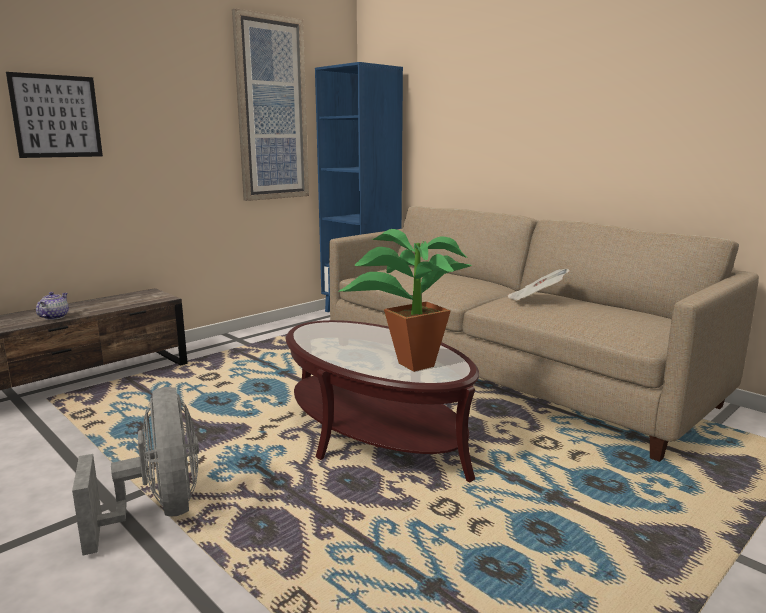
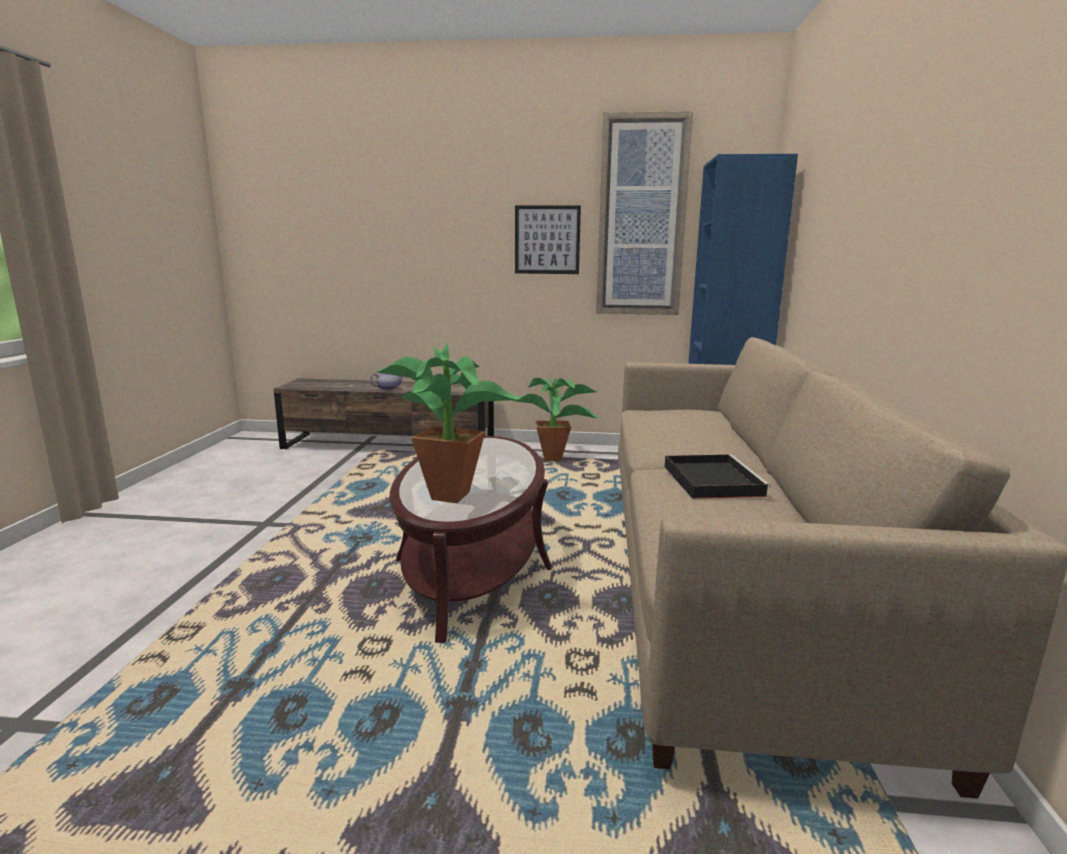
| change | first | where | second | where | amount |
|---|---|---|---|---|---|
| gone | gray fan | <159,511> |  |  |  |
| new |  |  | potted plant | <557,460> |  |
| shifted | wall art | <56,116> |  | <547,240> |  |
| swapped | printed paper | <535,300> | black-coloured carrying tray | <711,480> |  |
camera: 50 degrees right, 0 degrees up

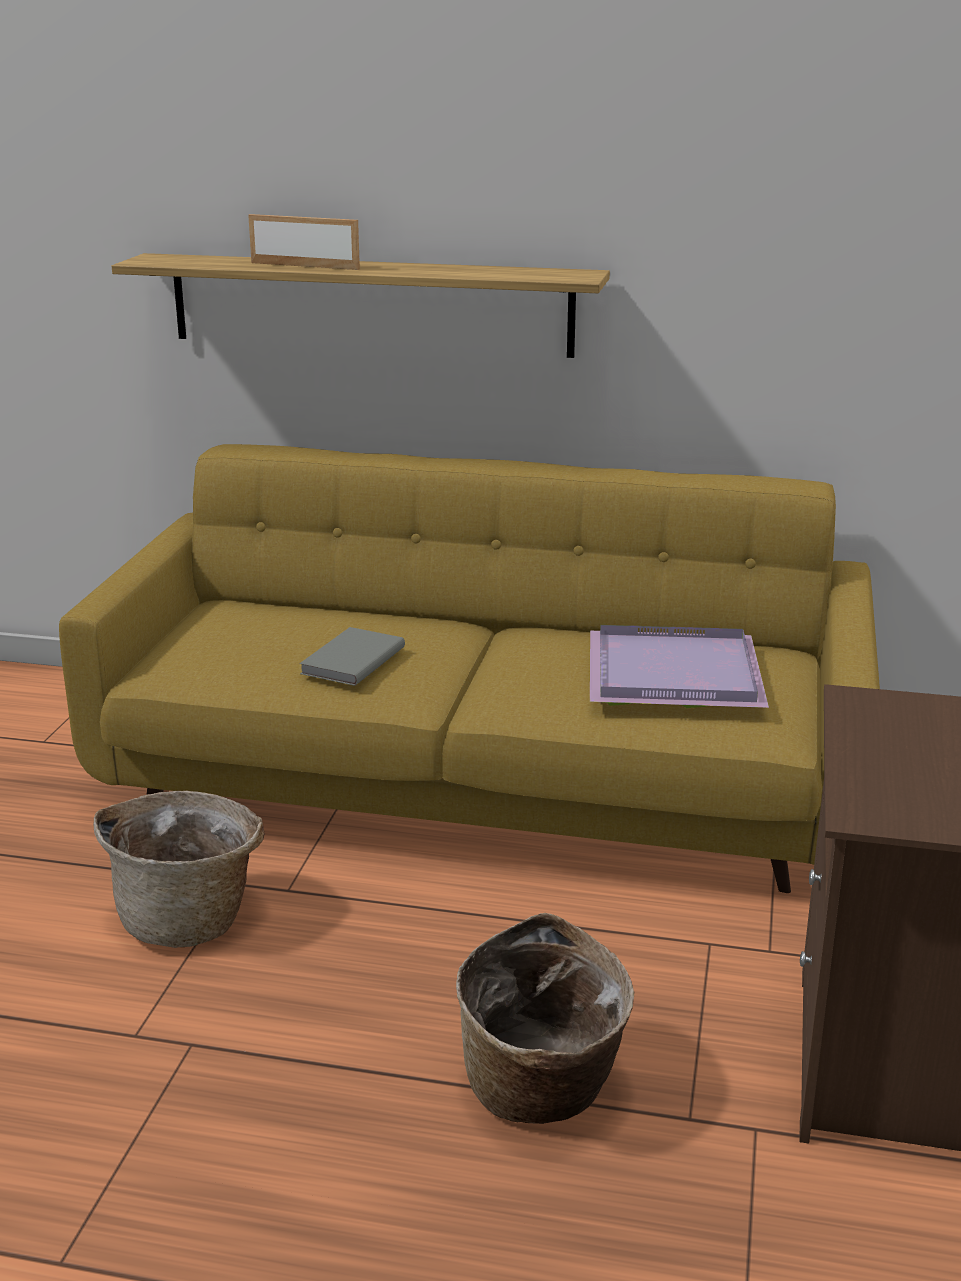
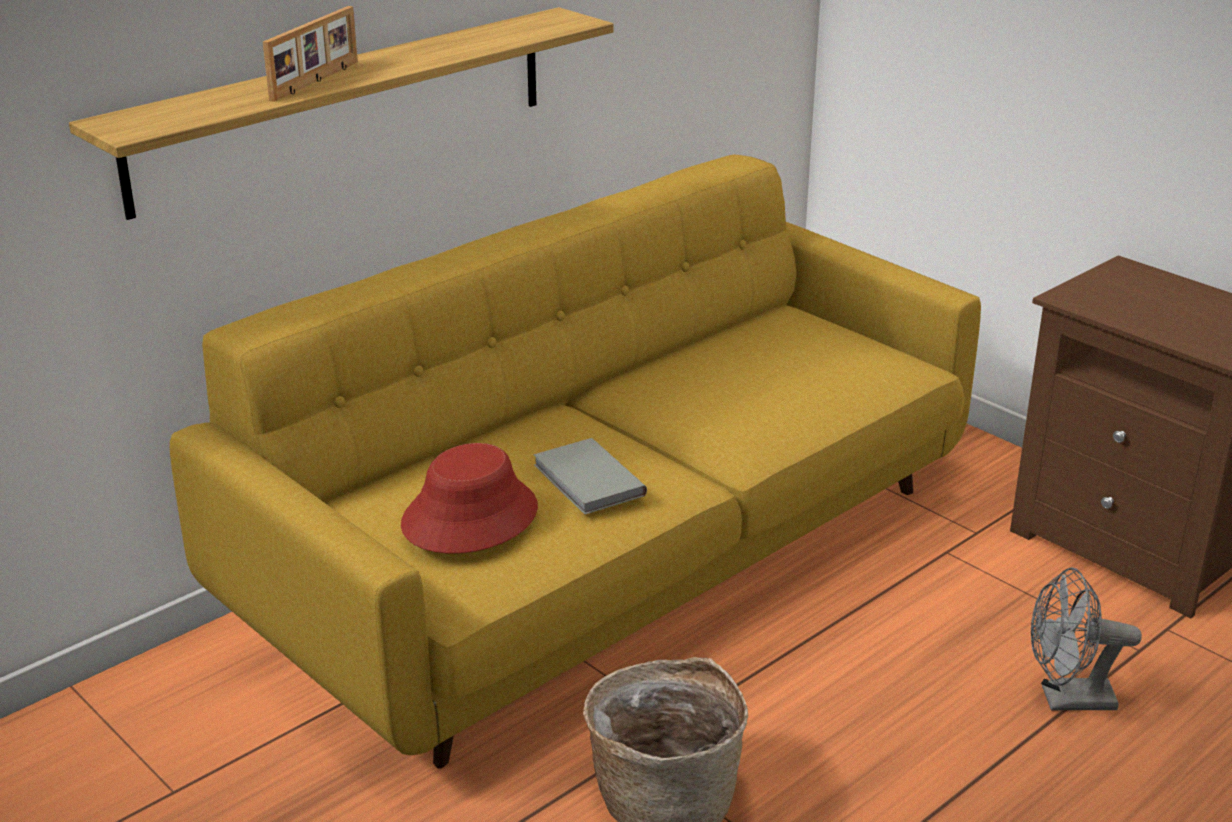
| change | first | where | second | where | amount |
|---|---|---|---|---|---|
| gone | purplish carrying tray | <670,675> |  |  |  |
| new |  |  | red-coloured clothing hat | <469,517> |  |
| swapped | storage basket | <542,1091> | gray fan | <1066,700> |  |
| rotated | photo frame | <305,265> |  | <316,81> | 150 degrees clockwise |
camera: 55 degrees left, 5 degrees up

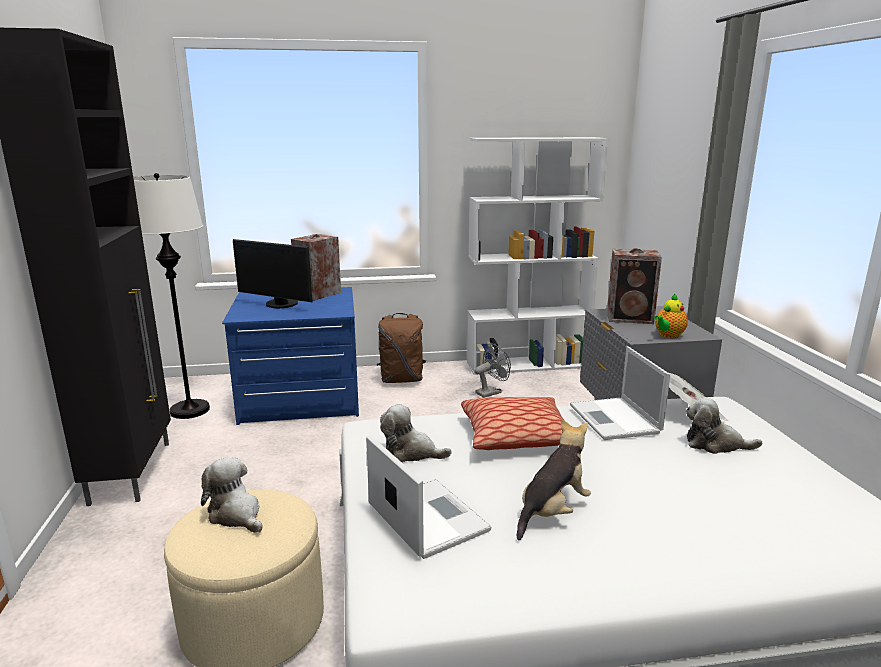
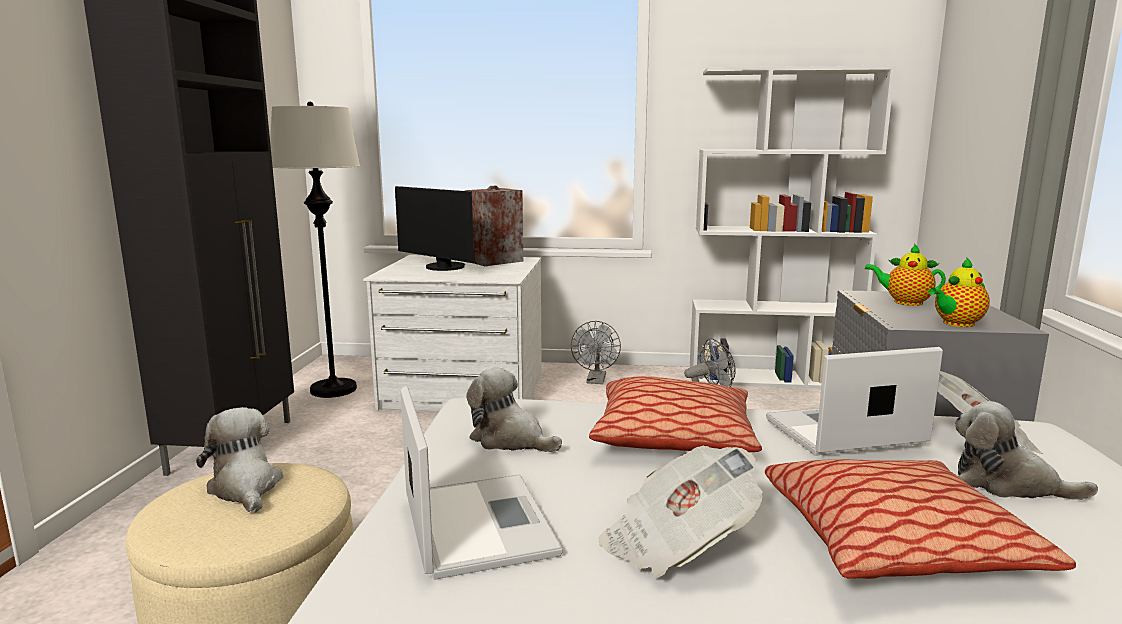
| change | first | where | second | where | amount |
|---|---|---|---|---|---|
| new |  |  | throw pillow | <895,542> |  |
| swapped | brownish rucksack | <401,380> | gray fan | <596,381> |  |
| swapped | cuddly toy | <552,511> | printed paper | <676,543> |  |
| swapped | speaker | <631,318> | pot for tea | <904,302> |  |
| repainted | blue-coloured drawer chest | <301,399> | whitish drawer chest | <463,390> |  |
| rotated | laptop | <615,419> |  | <842,432> | 75 degrees clockwise |
camera: 15 degrees right, 5 degrees down

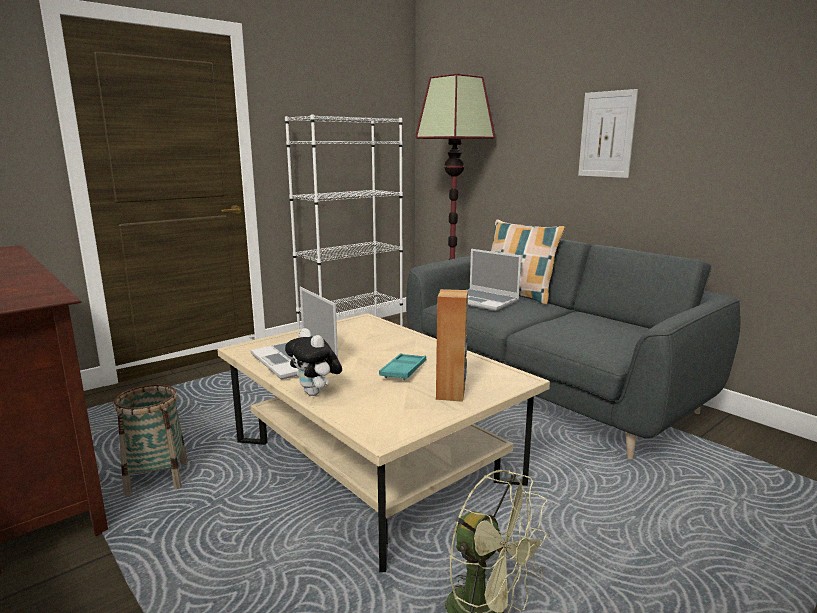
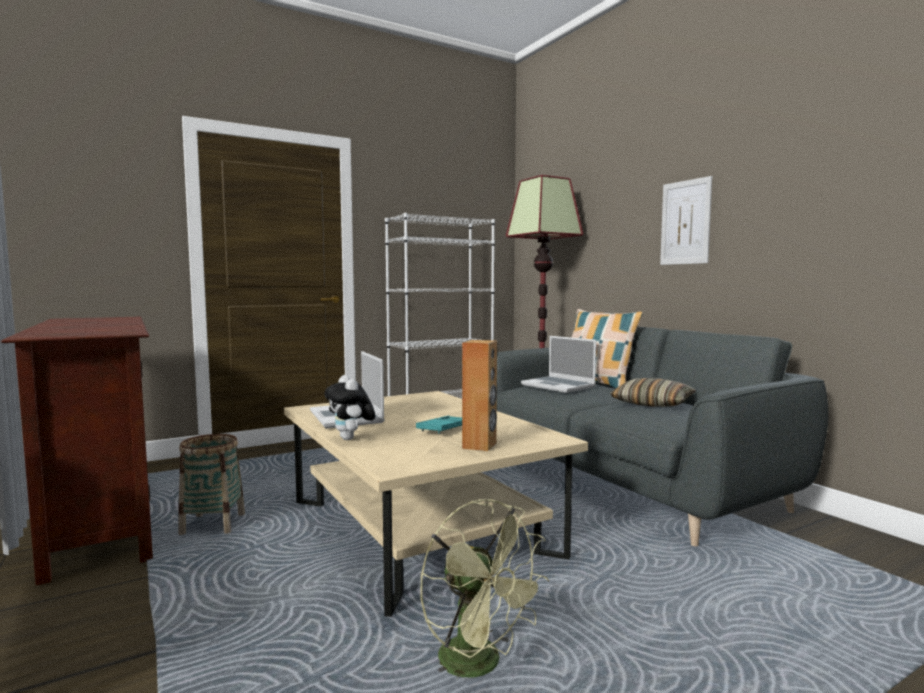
| change | first | where | second | where | amount |
|---|---|---|---|---|---|
| new |  |  | throw pillow | <652,404> |  |
camera: 10 degrees right, 10 degrees down

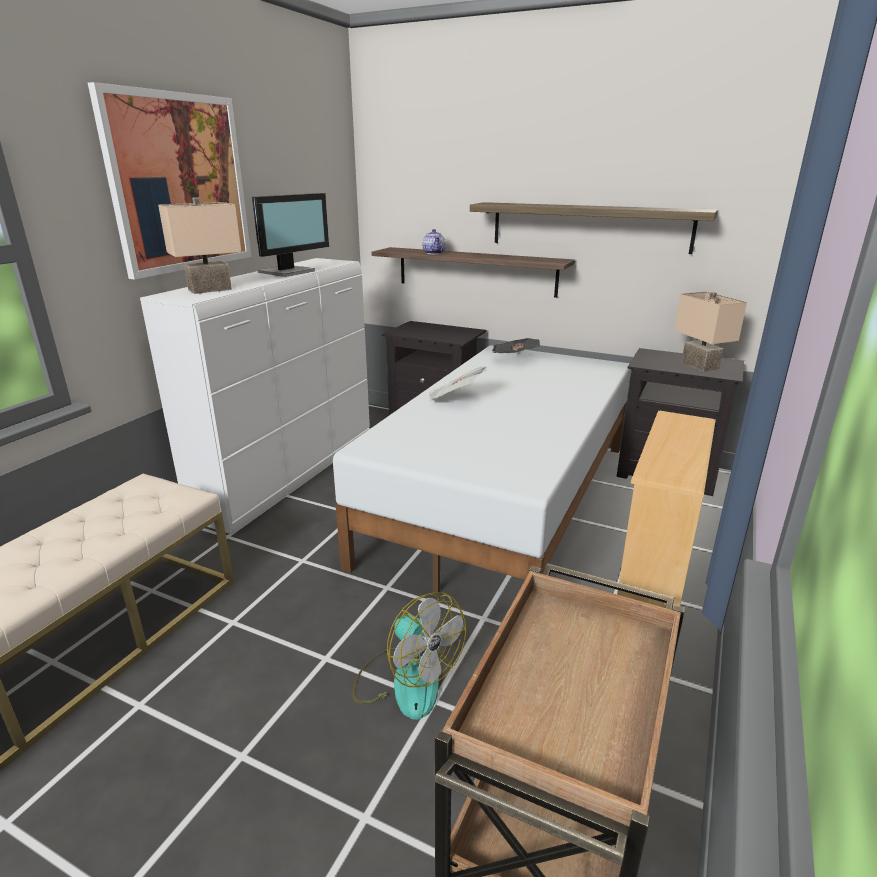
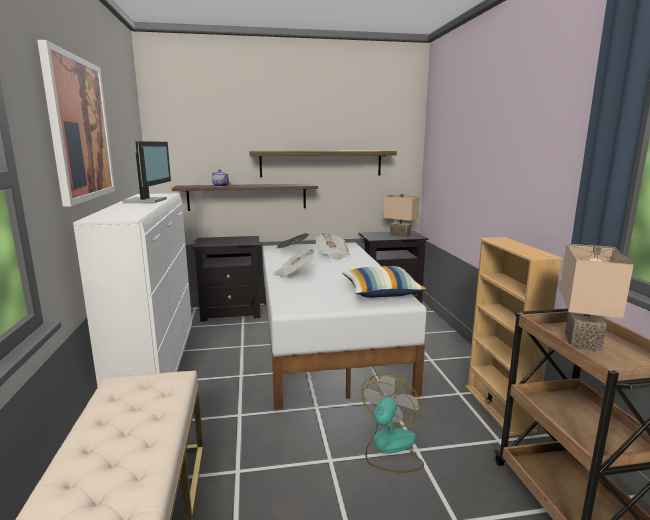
| change | first | where | second | where | amount |
|---|---|---|---|---|---|
| new |  |  | printed paper | <332,255> |  |
| new |  |  | throw pillow | <381,292> |  |
| shifted | sand-coloured lamp for a table | <210,289> |  | <579,341> |  |
| rotated | fan | <406,680> |  | <390,448> | 75 degrees counterclockwise |
camera: 35 degrees left, 10 degrees down

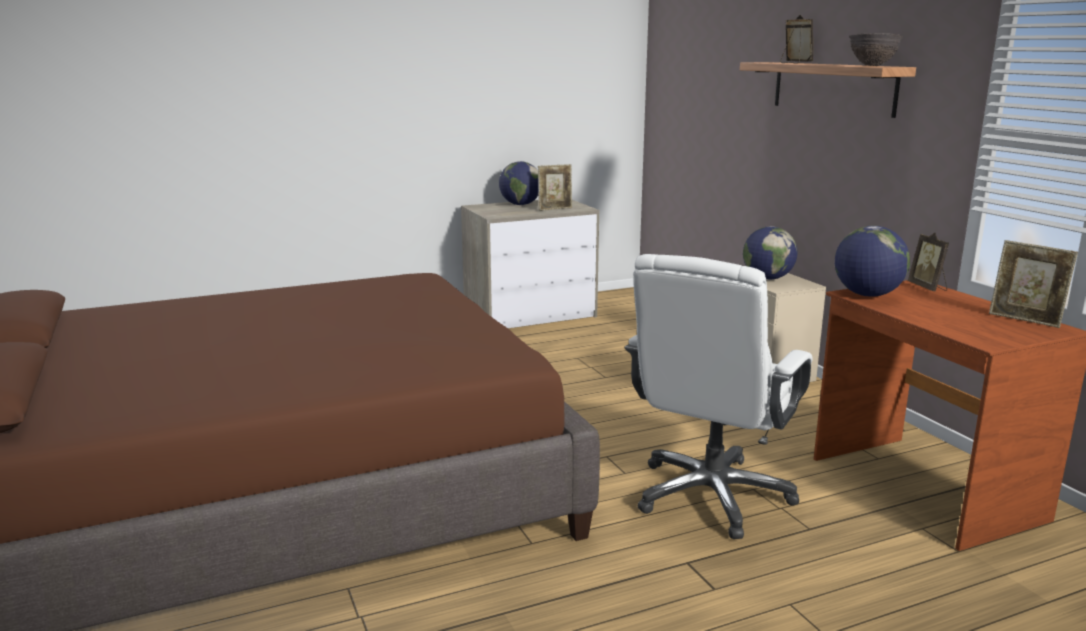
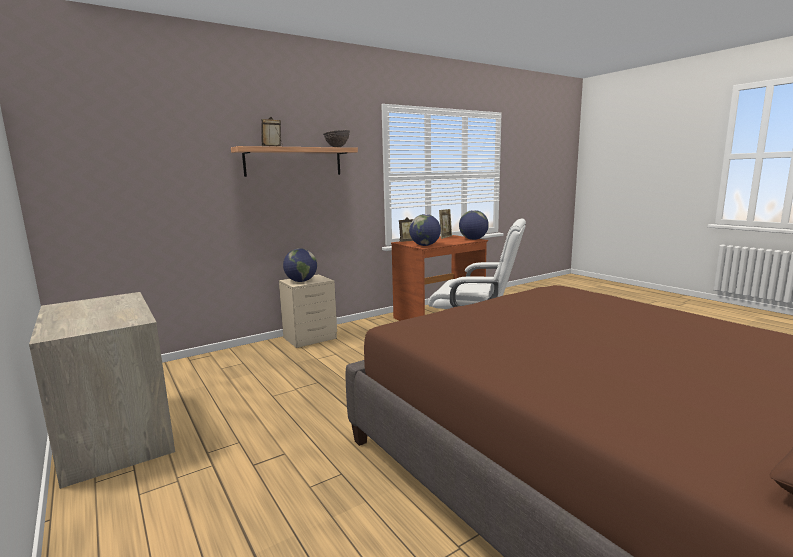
| change | first | where | second | where | amount |
|---|---|---|---|---|---|
| gone | photo frame | <555,209> |  |  |  |
| shifted | globe | <520,204> |  | <473,239> |  |
camera: 100 degrees left, 5 degrees down

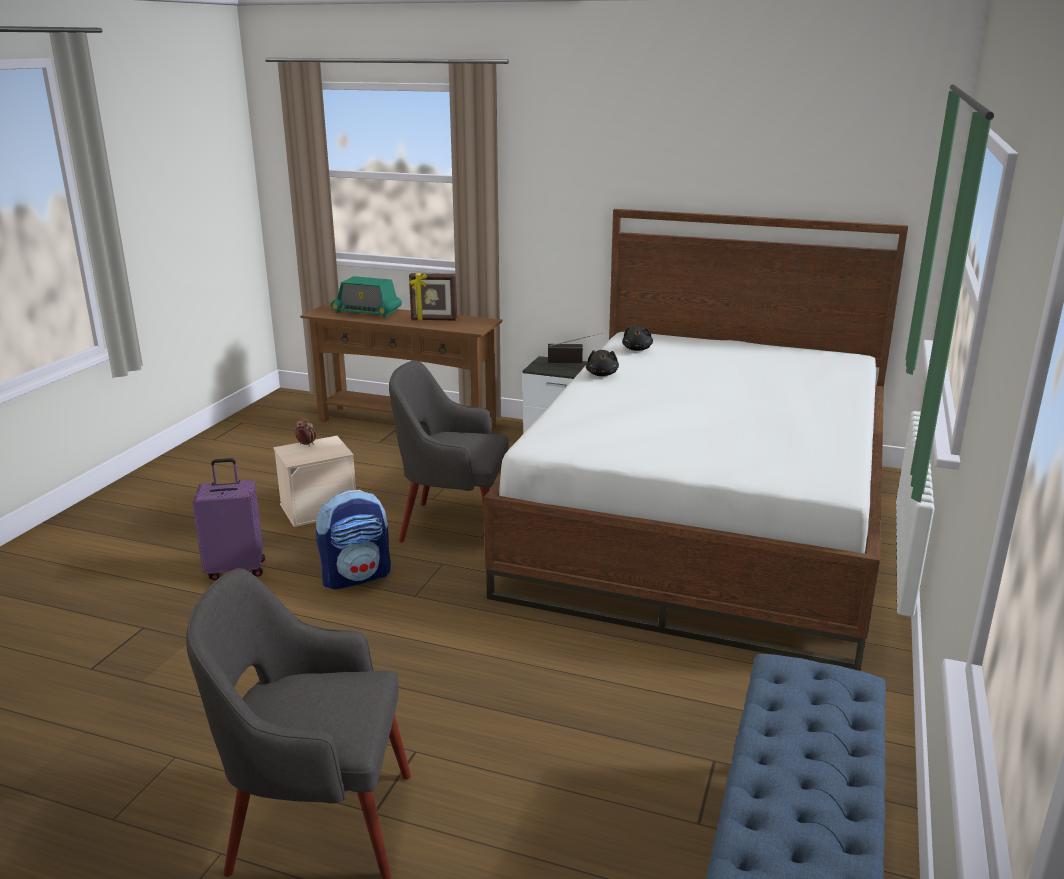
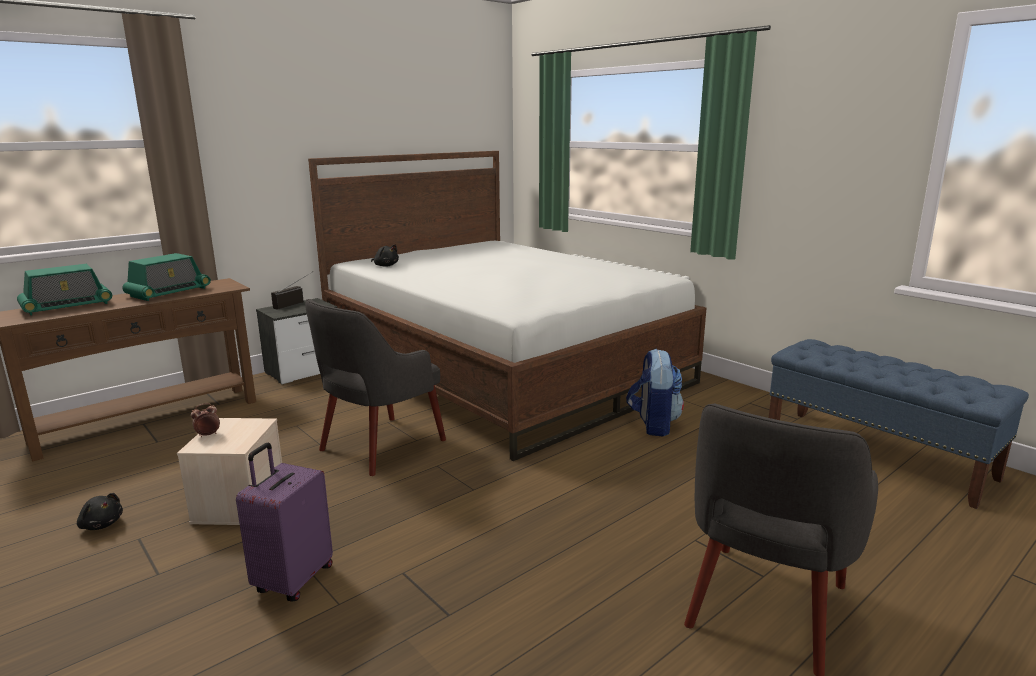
| change | first | where | second | where | amount |
|---|---|---|---|---|---|
| shifted | rucksack | <356,576> |  | <653,424> |  |
| shifted | black-coloured cuddly toy | <602,374> |  | <101,524> |  |
| swapped | photo frame | <434,320> | radio | <169,292> |  |
camera: 60 degrees left, 5 degrees down

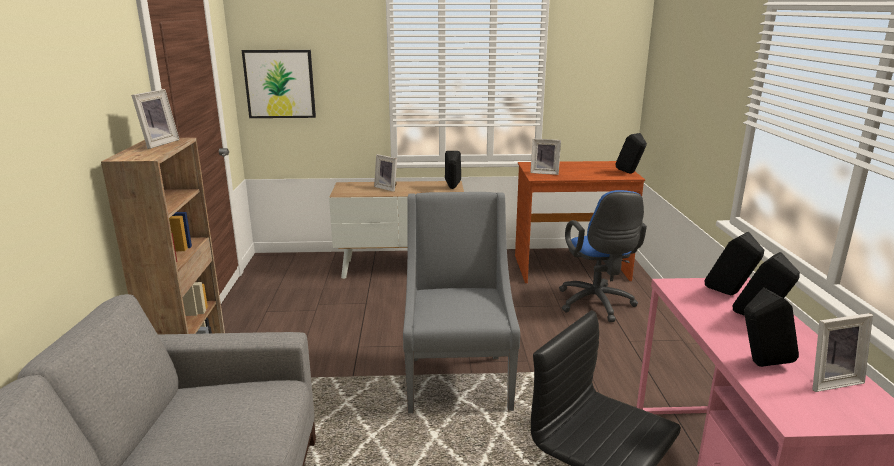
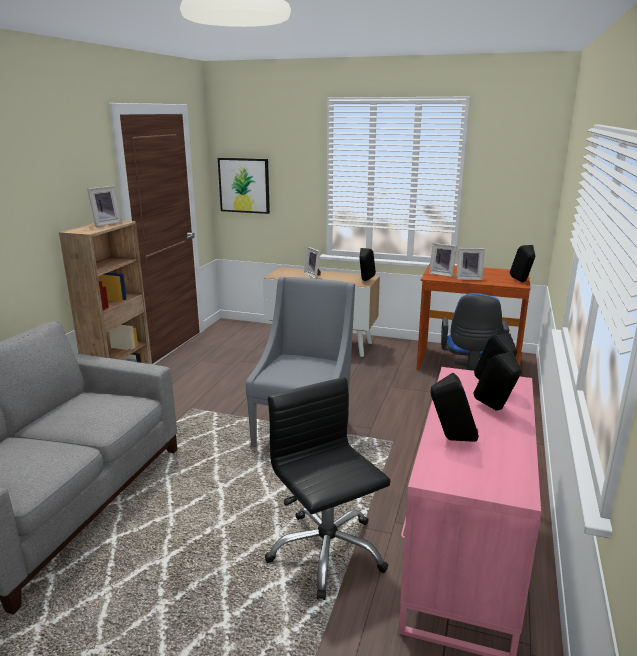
| change | first | where | second | where | amount |
|---|---|---|---|---|---|
| shifted | photo frame | <829,380> |  | <468,278> |  |
camera: 20 degrees right, 0 degrees up

